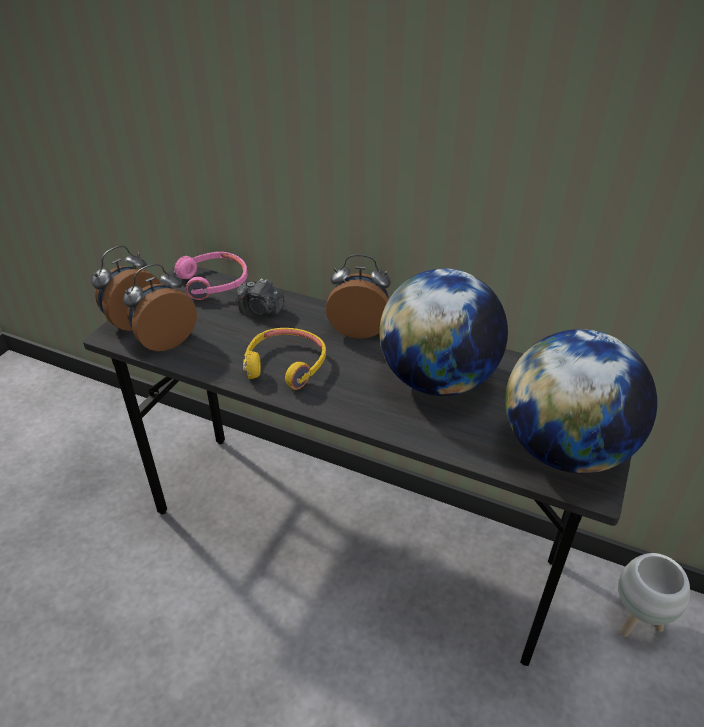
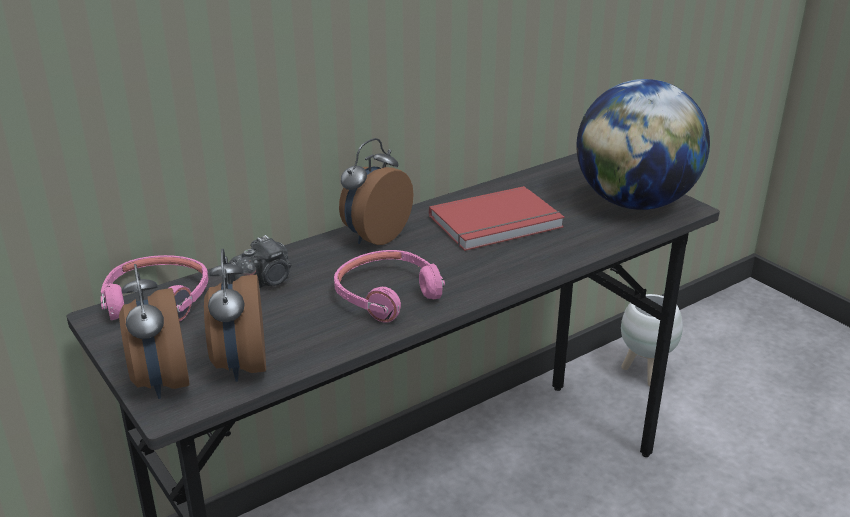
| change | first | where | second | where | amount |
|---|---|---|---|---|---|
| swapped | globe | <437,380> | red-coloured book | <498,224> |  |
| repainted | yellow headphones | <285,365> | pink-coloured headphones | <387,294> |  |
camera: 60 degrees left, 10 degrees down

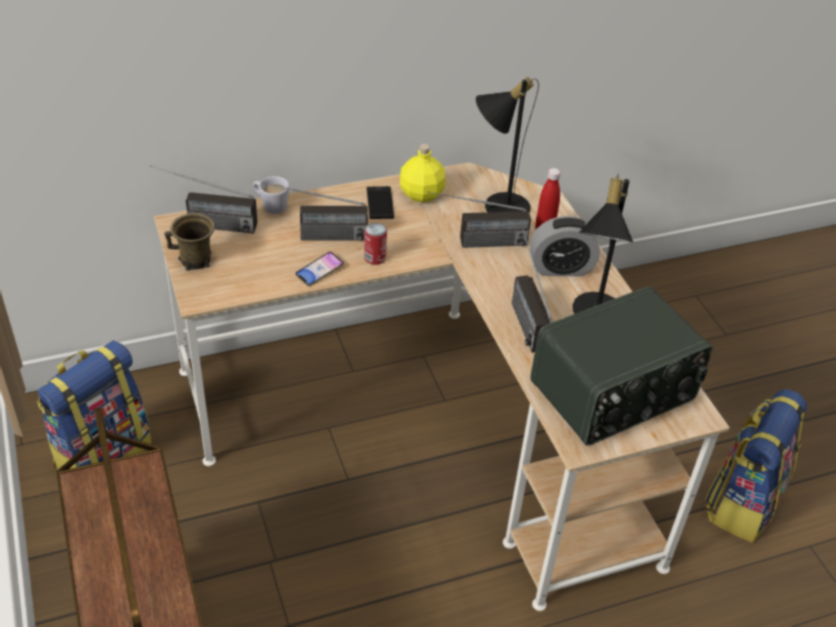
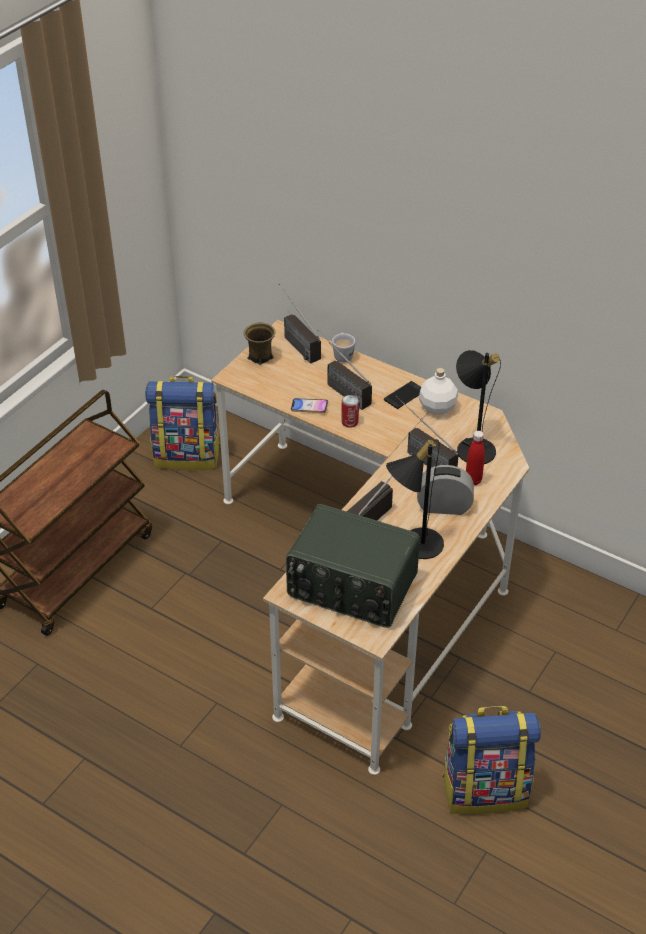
| change | first | where | second | where | amount |
|---|---|---|---|---|---|
| repainted | yellow drink bottle | <421,194> | whitish drink bottle | <437,407> |  |
| rotated | bedside clock | <560,268> |  | <444,507> | 135 degrees clockwise |
camera: 55 degrees right, 0 degrees up

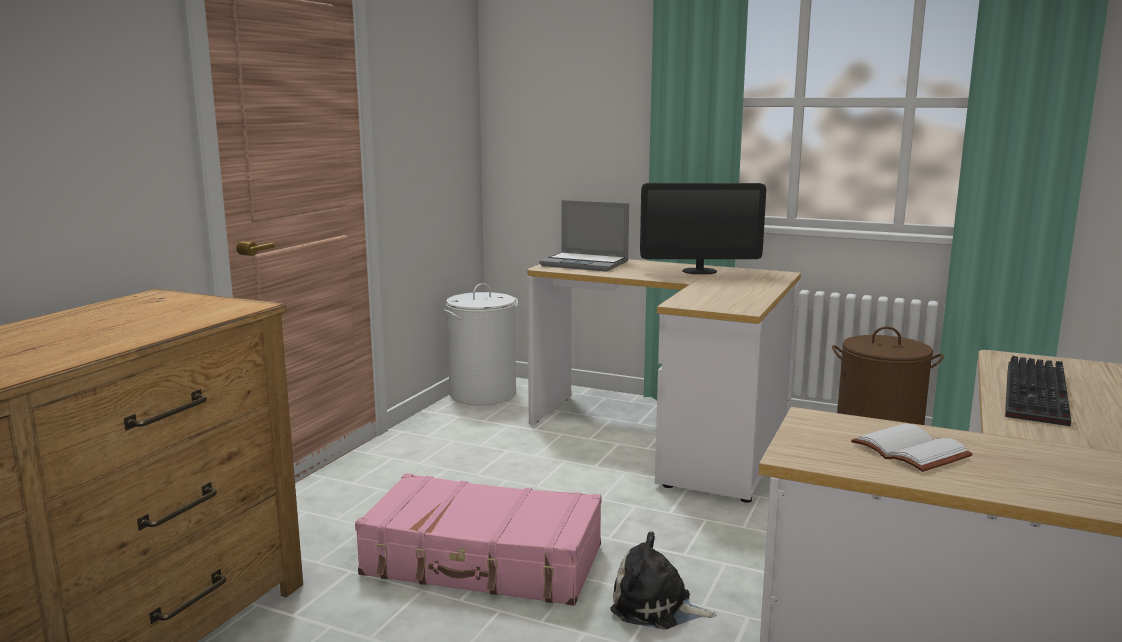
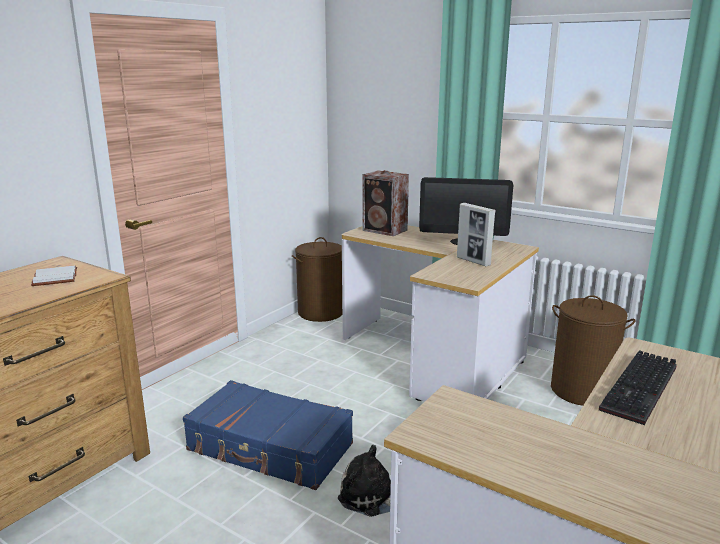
| change | first | where | second | where | amount |
|---|---|---|---|---|---|
| new |  |  | photo frame | <473,261> |  |
| shifted | whitish book | <907,451> |  | <54,278> |  |
| swapped | laptop | <586,264> | speaker | <385,230> |  |
| repainted | pink-coloured travel case | <483,562> | blue-coloured travel case | <270,448> |  |
| repainted | whitish washing basket | <482,394> | brownish washing basket | <320,312> |  |
camera: 10 degrees right, 5 degrees up

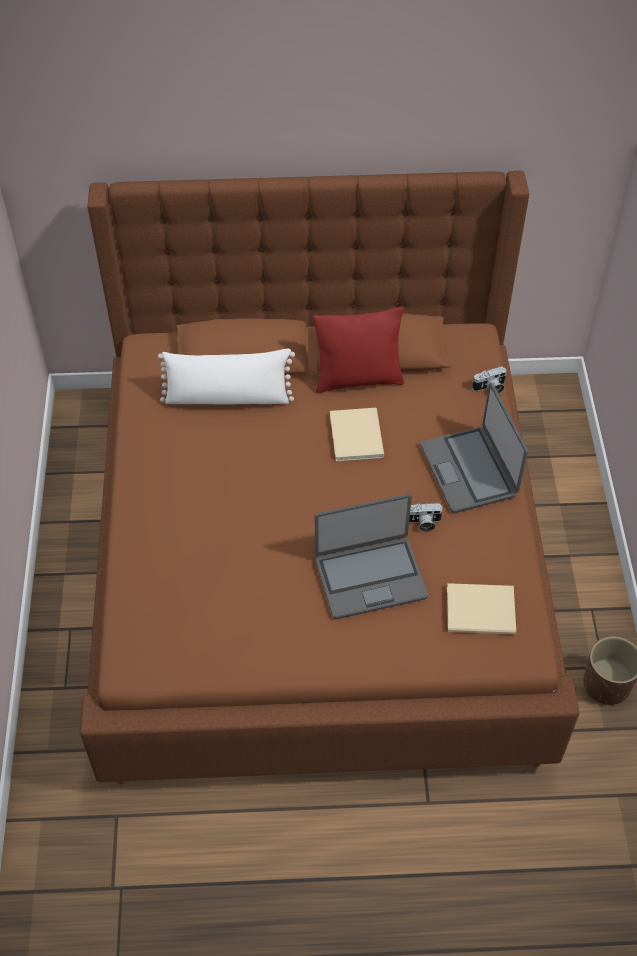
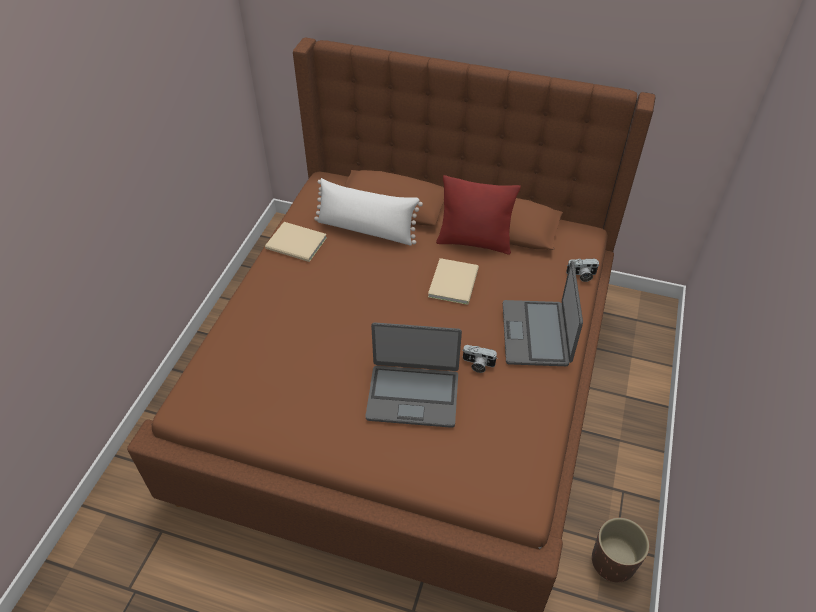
| change | first | where | second | where | amount |
|---|---|---|---|---|---|
| shifted | sand-coloured book | <483,612> |  | <297,244> |  |
camera: 20 degrees right, 5 degrees down

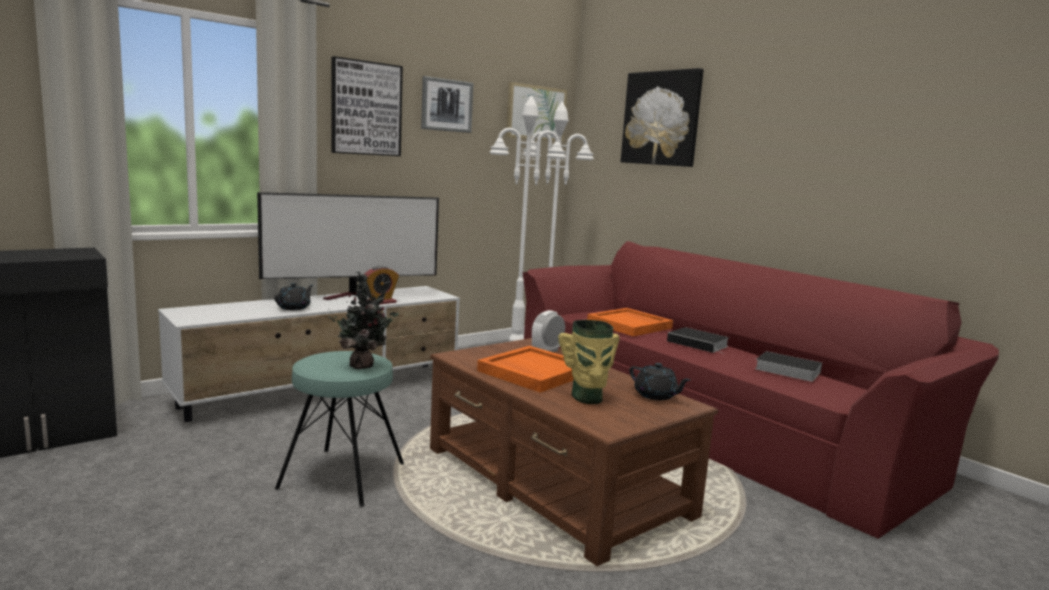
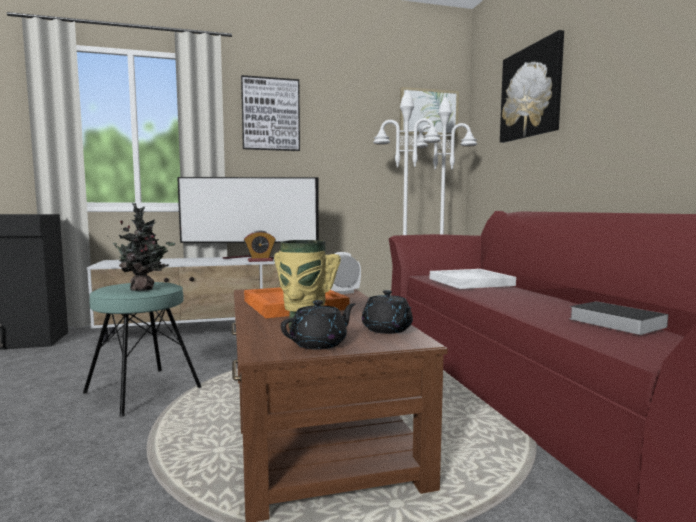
| change | first | where | second | where | amount |
|---|---|---|---|---|---|
| gone | wall art | <446,105> |  |  |  |
| gone | book | <699,344> |  |  |  |
| shifted | black-coloured pot for tea | <294,308> |  | <319,344> |  |
| repainted | orange-coloured carrying tray | <630,325> | whitish carrying tray | <471,282> |  |
camera: 25 degrees right, 5 degrees down

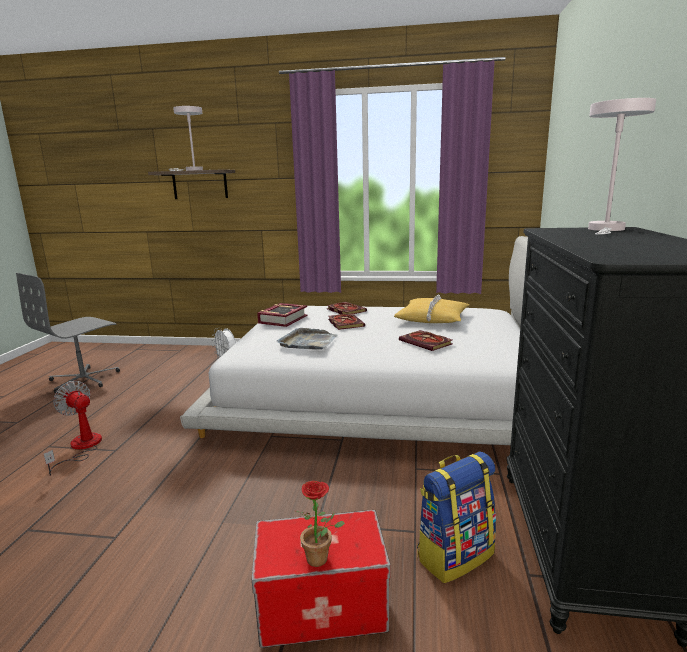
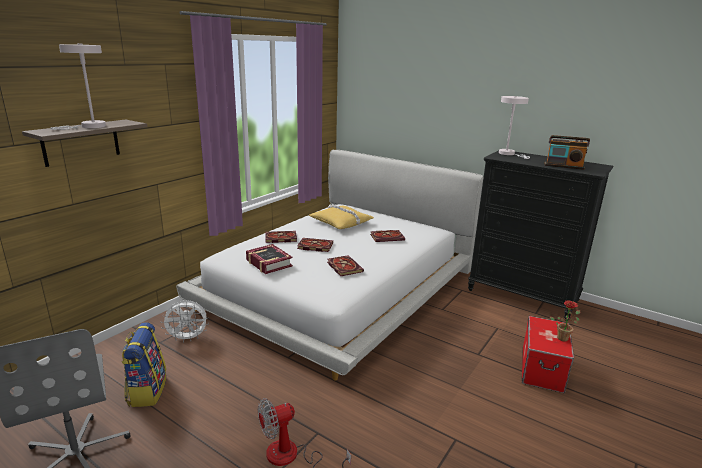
| change | first | where | second | where | amount |
|---|---|---|---|---|---|
| new |  |  | radio | <564,166> |  |
| shifted | rucksack | <454,555> |  | <147,391> |  |
| swapped | gray carrying tray | <308,342> | book | <343,267> |  |
camera: 65 degrees left, 5 degrees up

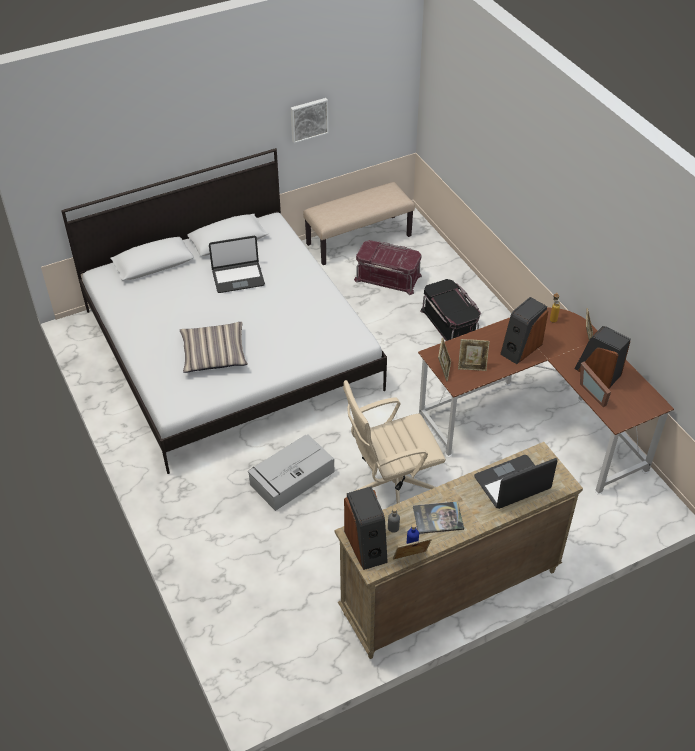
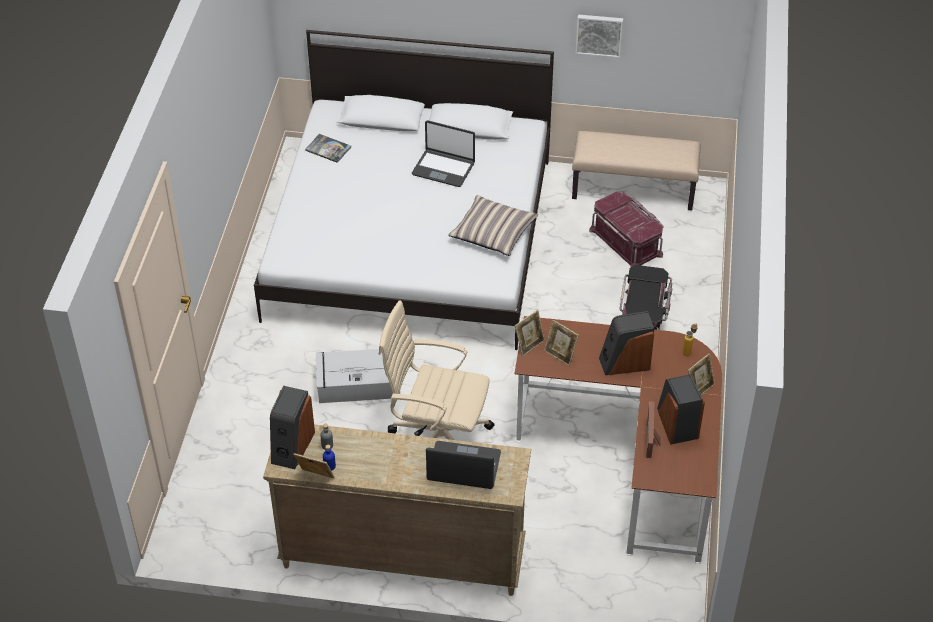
| change | first | where | second | where | amount |
|---|---|---|---|---|---|
| shifted | throw pillow | <214,353> |  | <493,233> |  |
| shifted | book | <438,518> |  | <328,149> |  |
camera: 35 degrees right, 0 degrees up

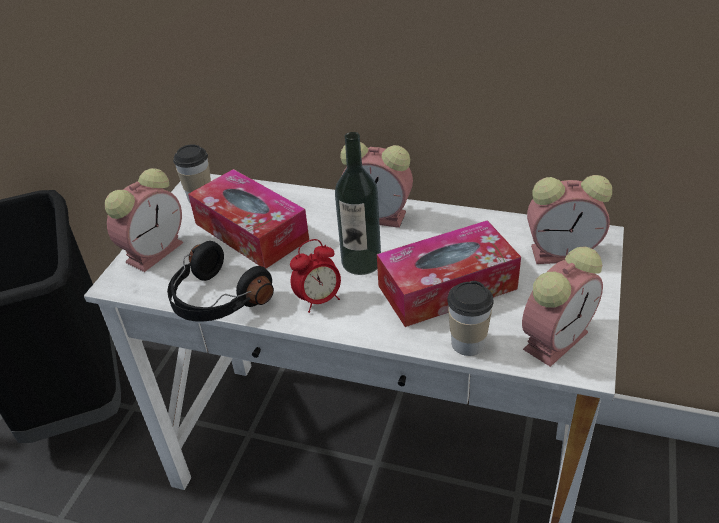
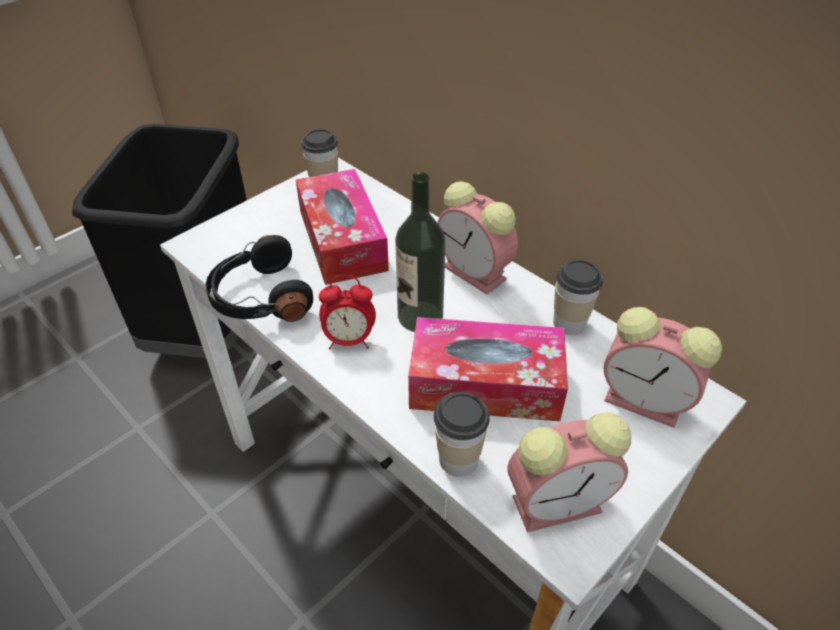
| change | first | where | second | where | amount |
|---|---|---|---|---|---|
| gone | bedside clock | <156,251> |  |  |  |
| new |  |  | cup | <569,322> |  |
camera: 25 degrees right, 5 degrees up

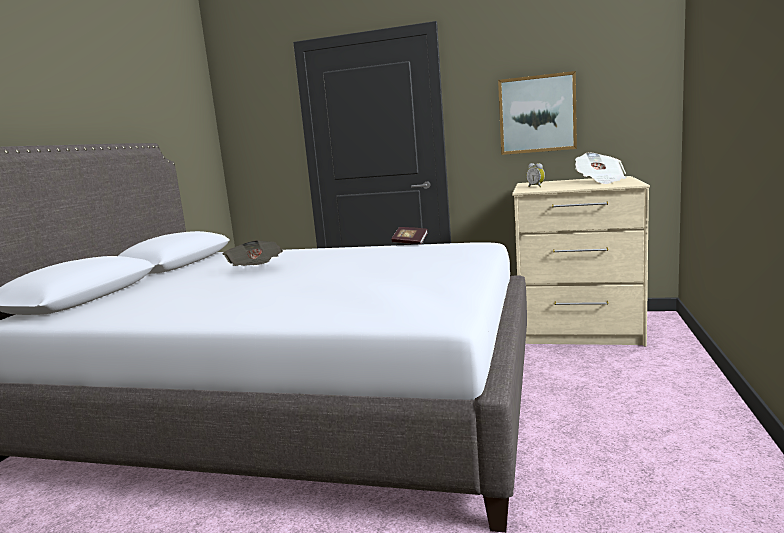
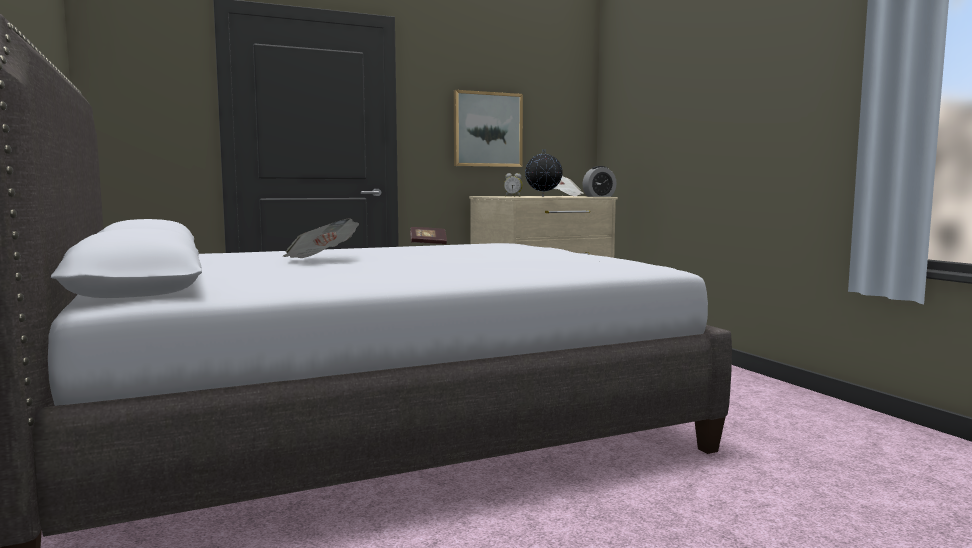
| change | first | where | second | where | amount |
|---|---|---|---|---|---|
| new |  |  | globe | <543,196> |  |
| new |  |  | bedside clock | <599,196> |  |
camera: 40 degrees left, 5 degrees down

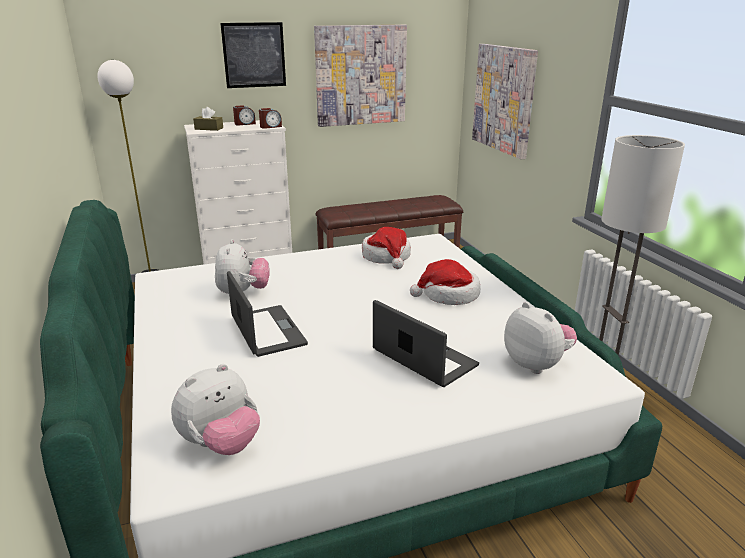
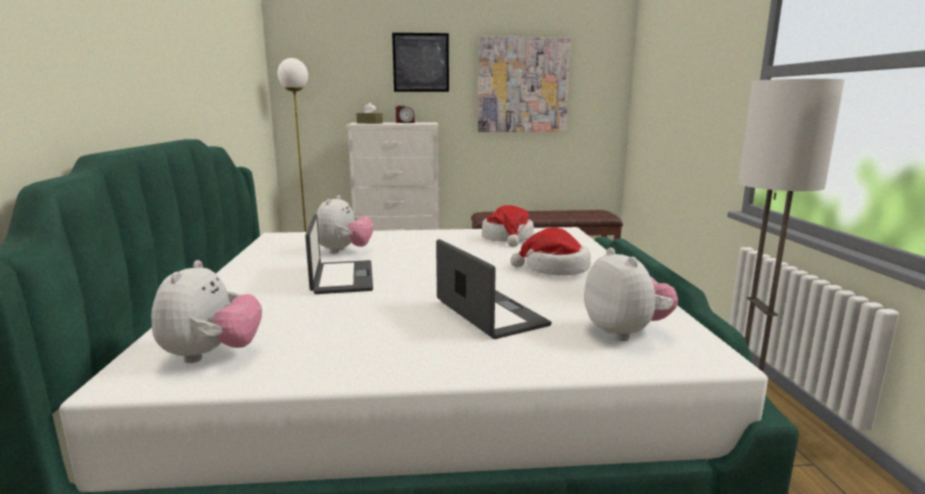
| change | first | where | second | where | amount |
|---|---|---|---|---|---|
| gone | bedside clock | <270,126> |  |  |  |
| gone | wall art | <504,99> |  |  |  |
| rotated | cuddly toy | <221,444> |  | <212,355> | 60 degrees counterclockwise |
camera: 15 degrees right, 10 degrees down

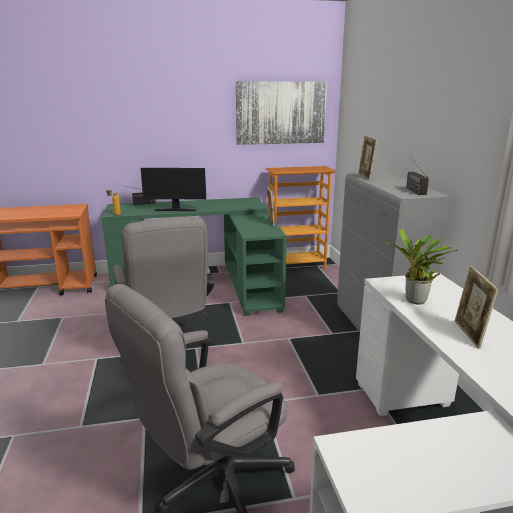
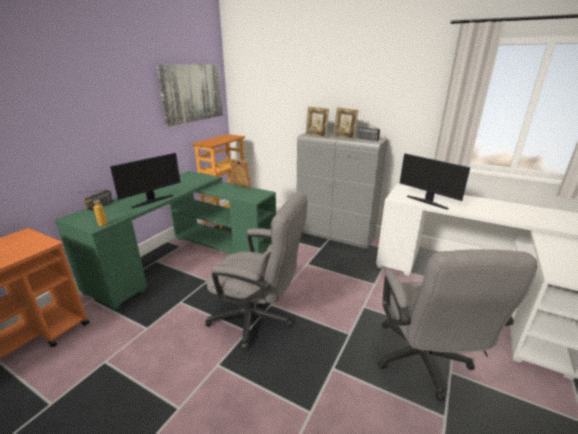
| change | first | where | second | where | amount |
|---|---|---|---|---|---|
| shifted | photo frame | <469,334> |  | <344,137> |  |
| swapped | potted plant | <414,302> | monitor | <427,202> |  |
camera: 50 degrees left, 5 degrees up

